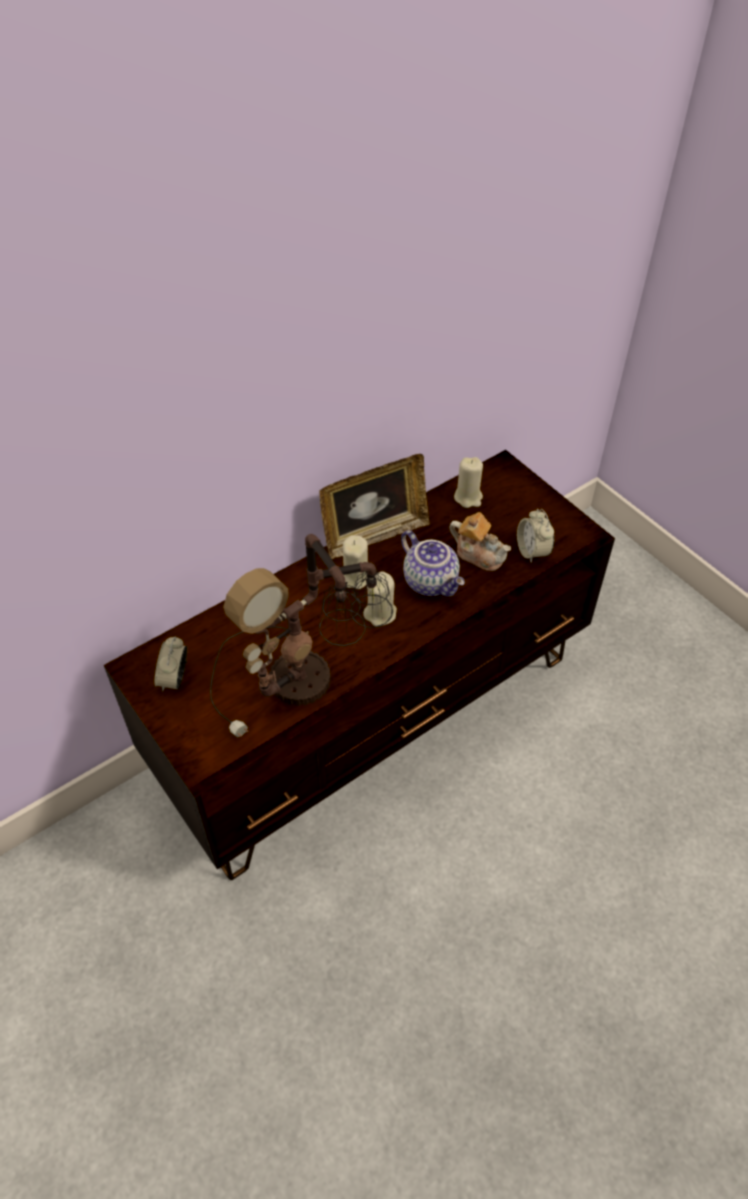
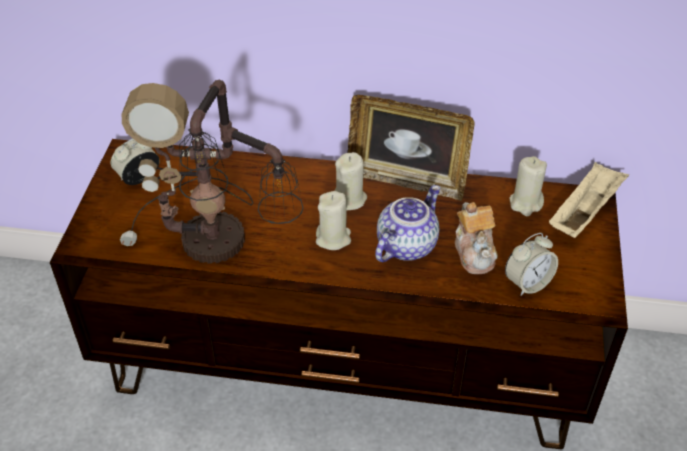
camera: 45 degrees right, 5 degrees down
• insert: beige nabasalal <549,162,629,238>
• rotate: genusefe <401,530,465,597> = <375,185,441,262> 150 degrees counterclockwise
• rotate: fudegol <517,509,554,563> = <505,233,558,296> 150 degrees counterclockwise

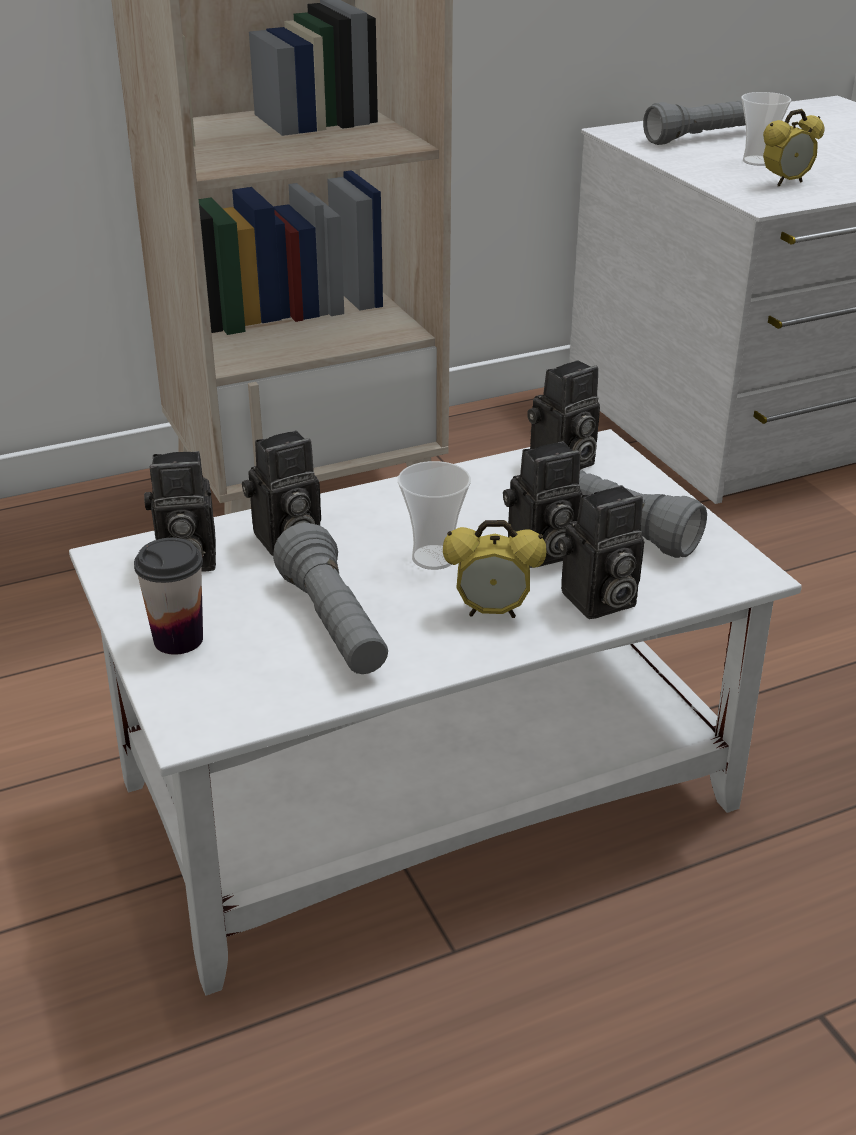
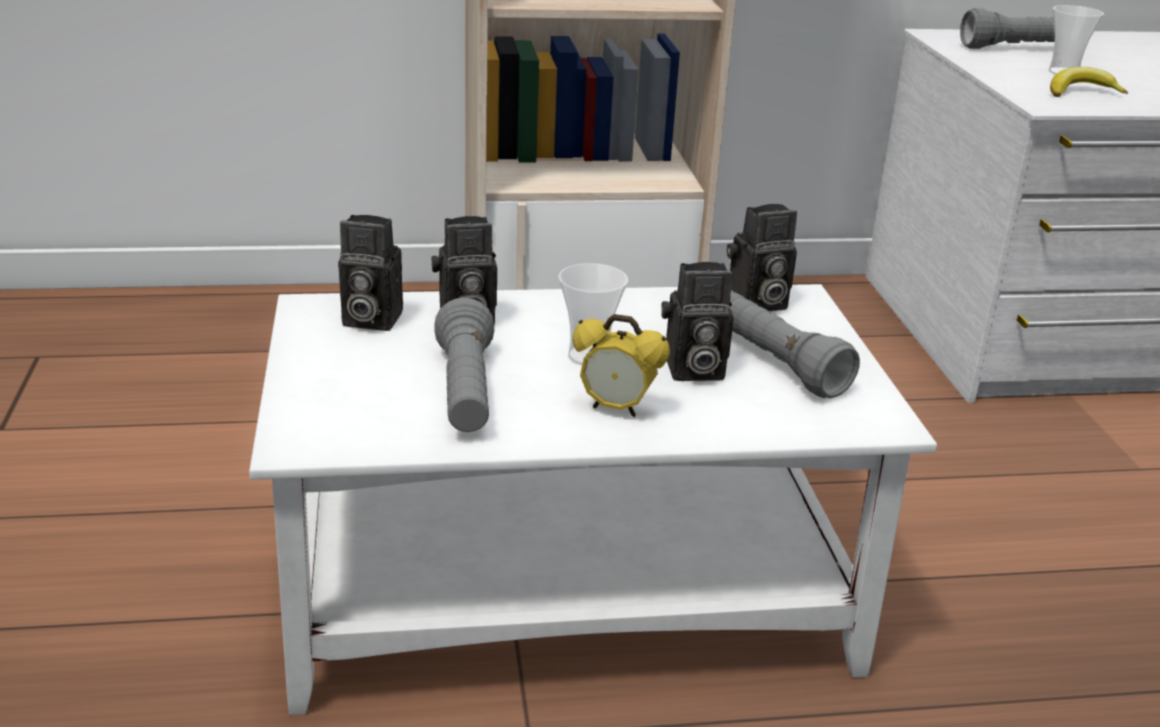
camera: 15 degrees right, 5 degrees down
• delete: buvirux <134,538,203,655>
• delete: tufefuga <558,485,644,619>
• replace: fudegol <763,109,824,186> to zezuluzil <1050,67,1128,97>

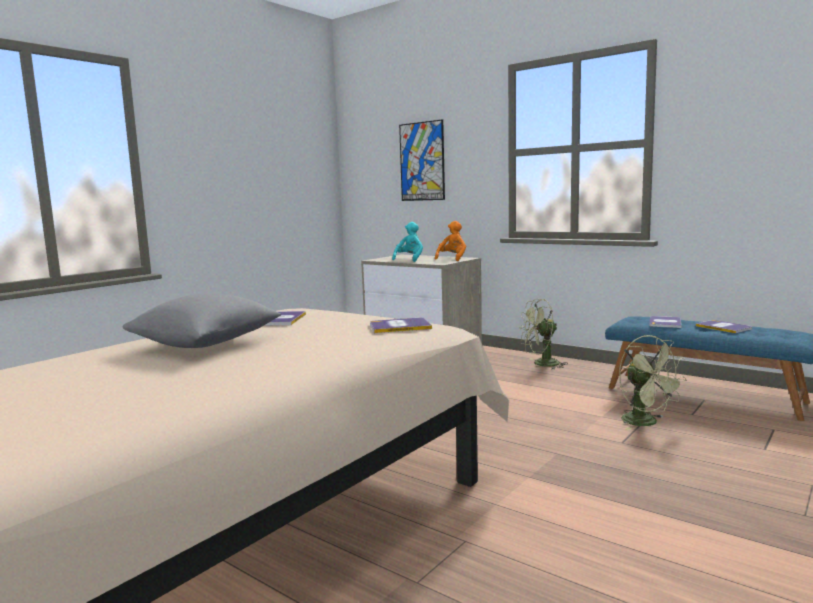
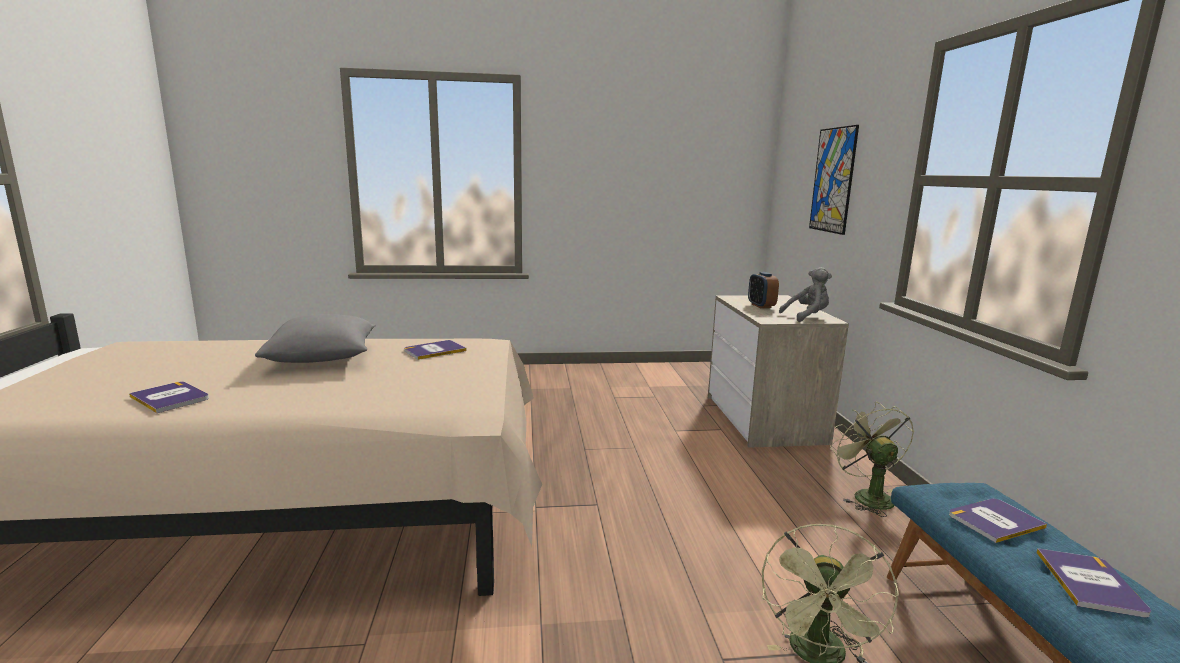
camera: 45 degrees right, 5 degrees up
• move: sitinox <370,318,432,333> to <129,382,209,413>
• replace: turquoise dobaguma <392,222,423,262> to fudegol <748,272,779,308>
• recolor: orange dobaguma <435,221,466,261> to grey dobaguma <779,267,832,322>
• rotate: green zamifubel <519,299,567,370> = <830,402,914,517> 45 degrees clockwise

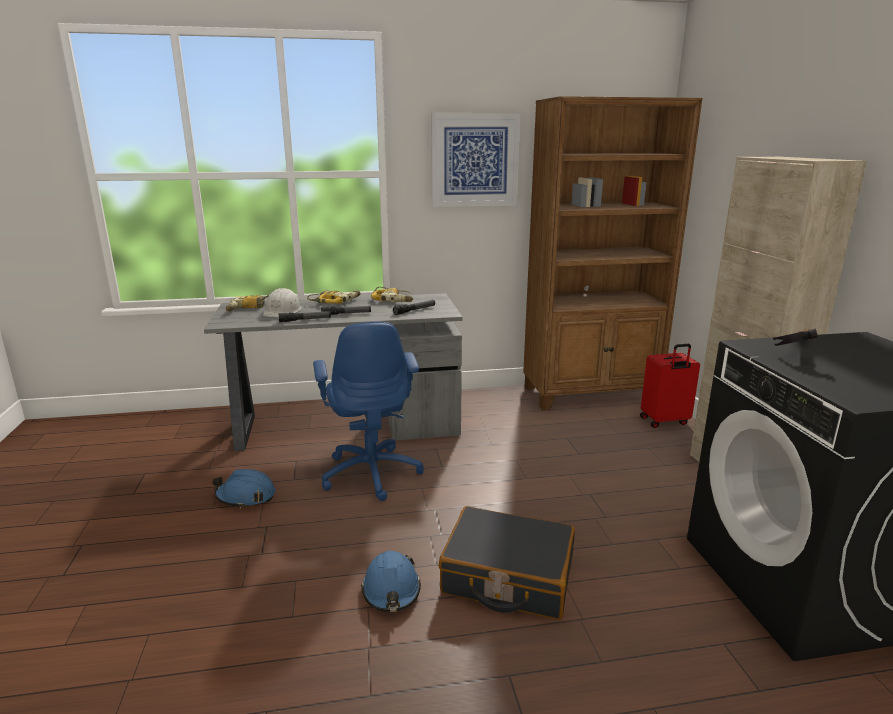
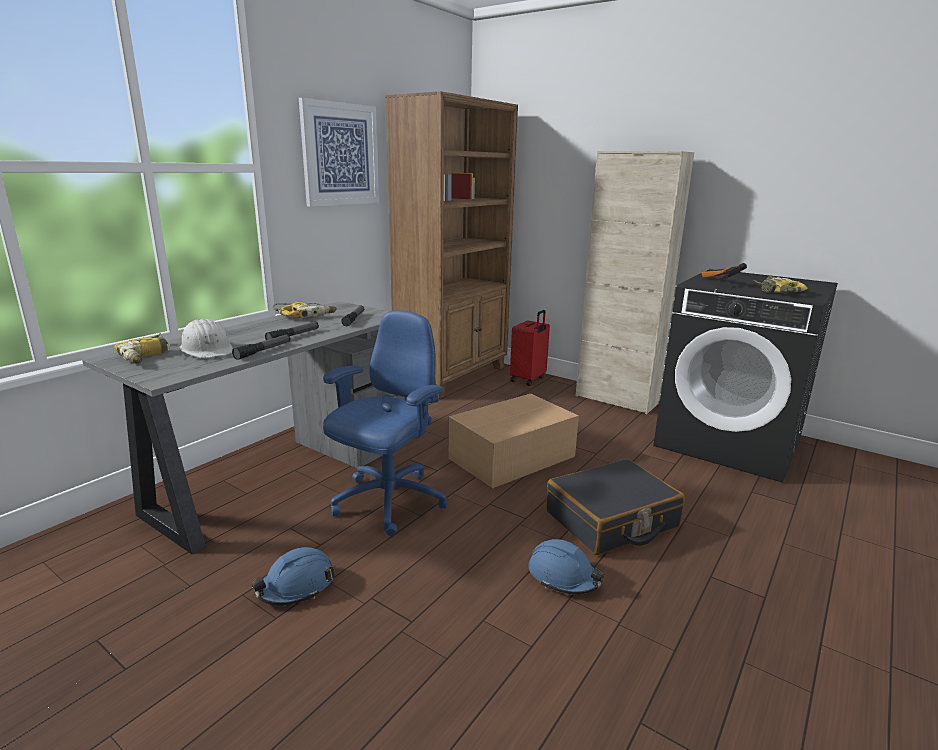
camera: 45 degrees left, 0 degrees up
• insert: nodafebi <448,394,579,489>
• move: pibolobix <307,290,360,304> to <753,276,808,293>
• rotate: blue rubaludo <313,322,424,501> = <323,310,448,536> 90 degrees counterclockwise

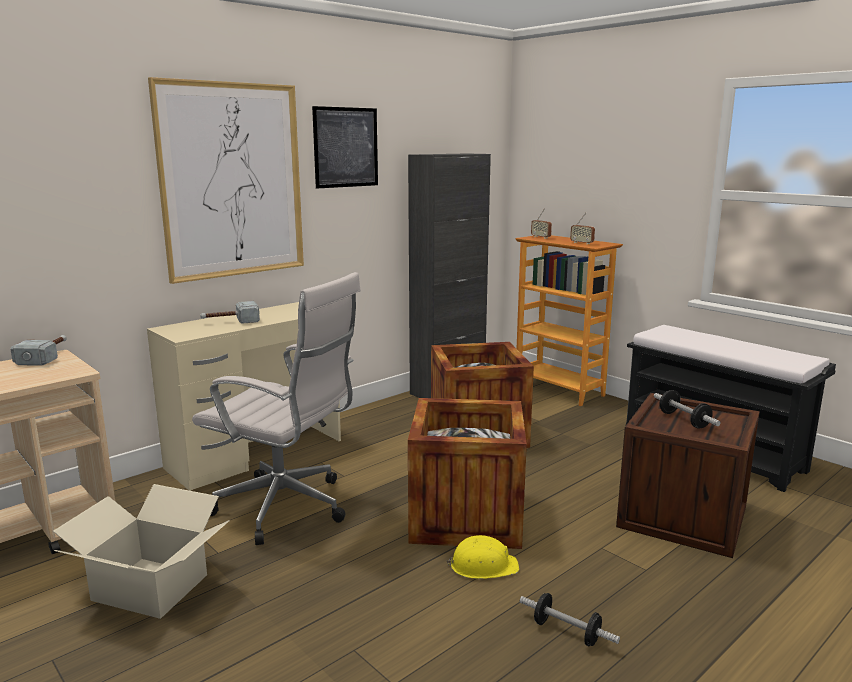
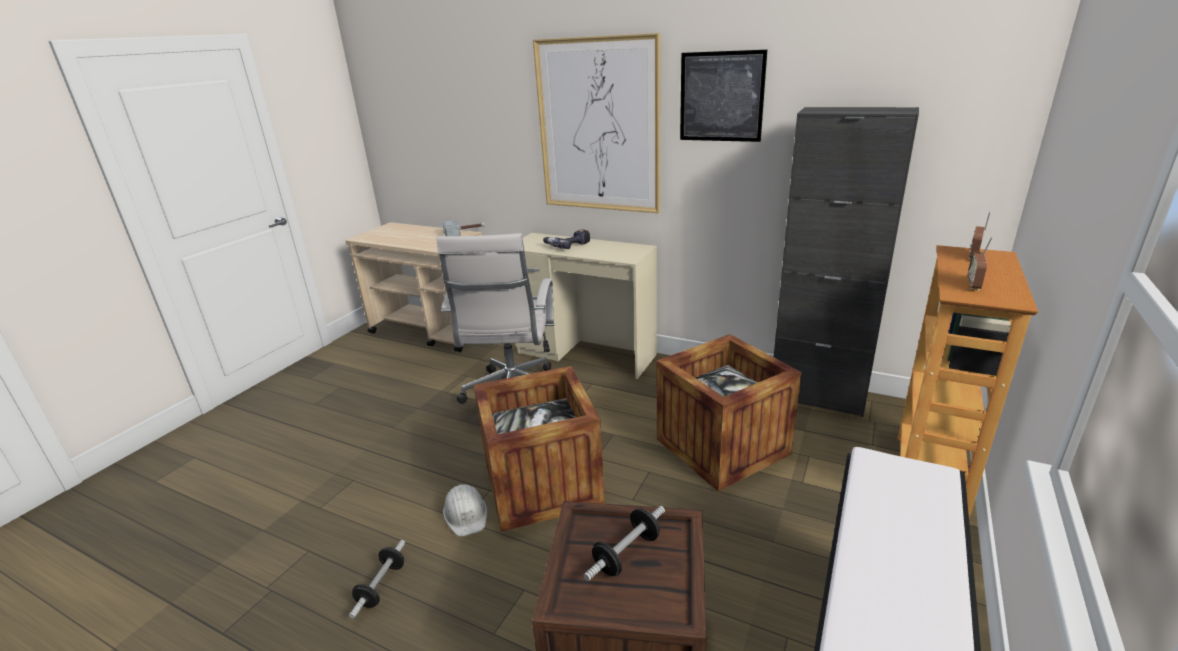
camera: 70 degrees right, 10 degrees up
• delete: nodafebi <53,484,230,619>
• replace: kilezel <200,301,260,324> to pibolobix <543,229,590,249>
• recolor: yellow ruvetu <446,535,519,579> to white ruvetu <443,484,487,537>

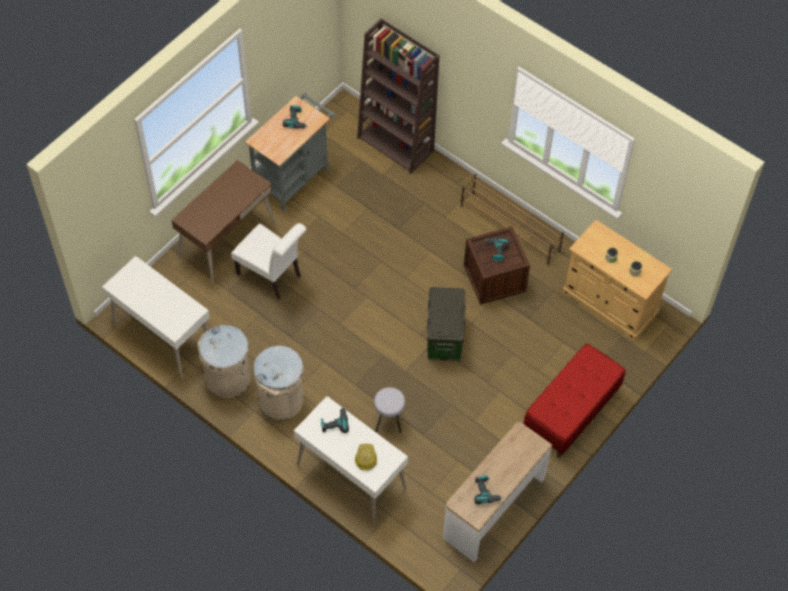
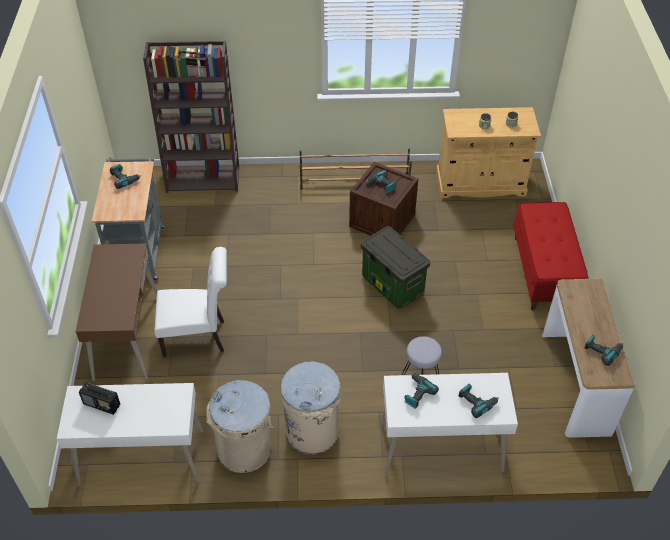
camera: 40 degrees left, 10 degrees down
• insert: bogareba <79,382,120,415>
• replace: ruvetu <355,443,377,471> to pibolobix <459,384,499,418>

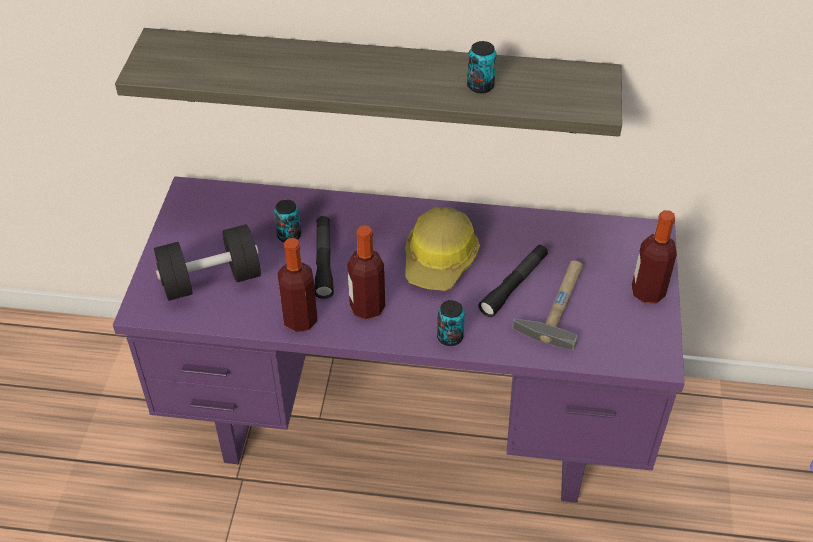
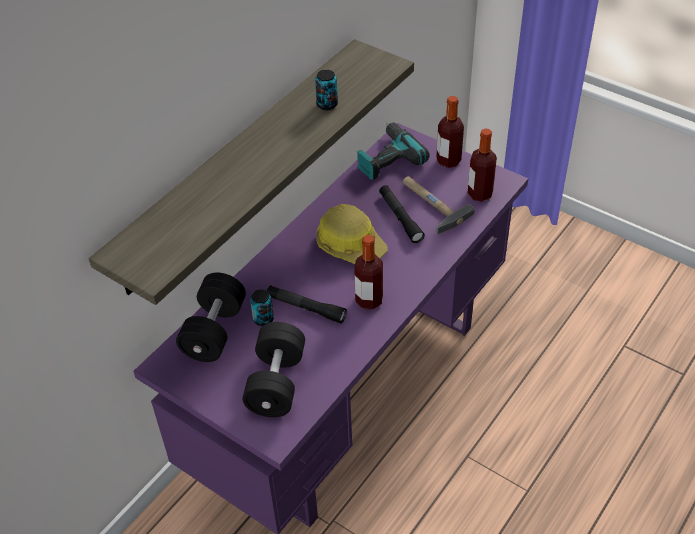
camera: 60 degrees left, 0 degrees up
• delete: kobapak <437,300,465,346>
• insert: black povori <176,273,246,362>
• insert: pibolobix <357,123,429,180>
• move: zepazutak <278,238,318,332> to <467,128,497,202>

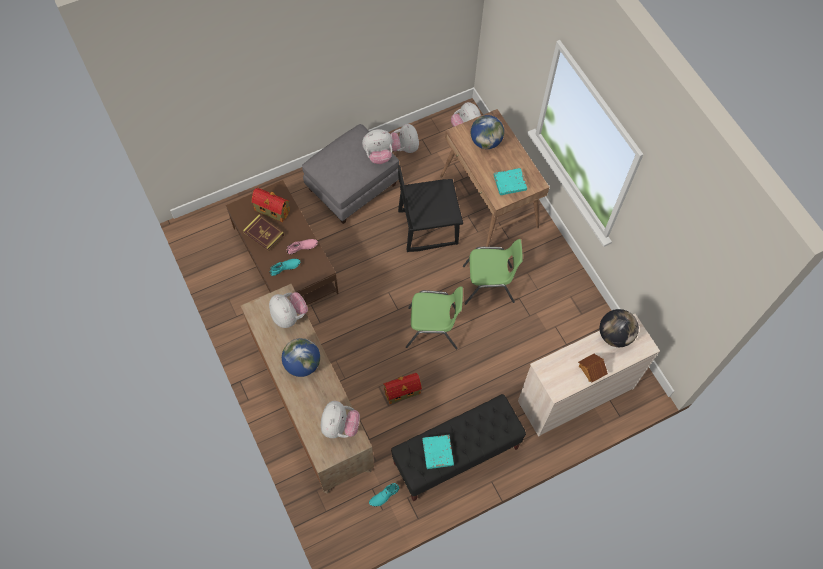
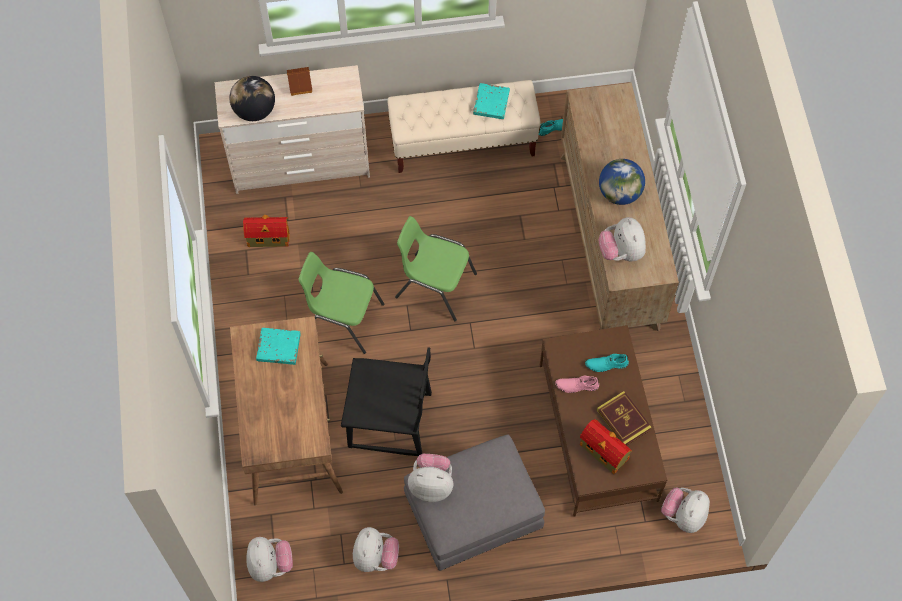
camera: 160 degrees left, 0 degrees up
• delete: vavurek <471,115,504,149>
• move: dobaguma <321,401,360,438> to <661,487,710,533>
• move: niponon <383,373,422,404> to <243,215,290,247>
• recolor: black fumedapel <391,394,526,501> to beige fumedapel <388,80,541,173>

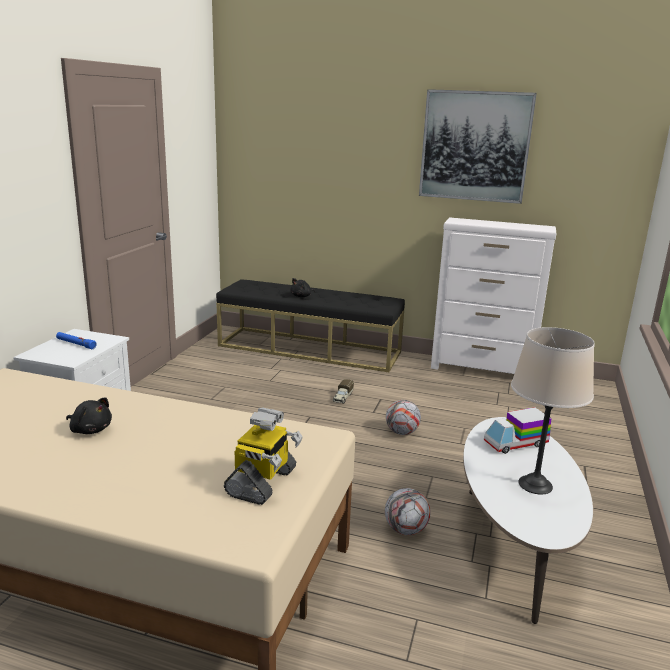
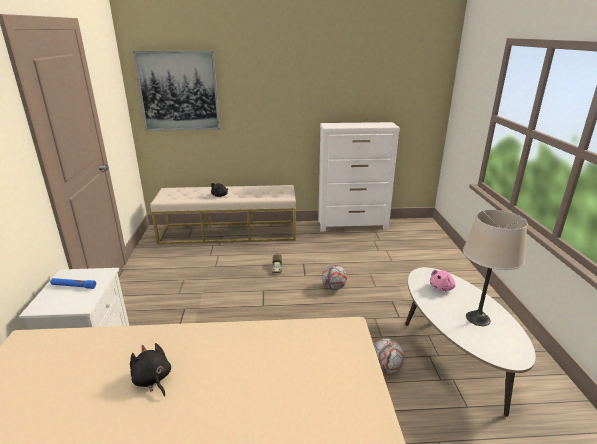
camera: 20 degrees left, 5 degrees up
• delete: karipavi <224,407,303,505>
• move: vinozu <419,89,537,204> to <133,51,220,131>
• replace: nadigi <484,407,551,454> to pink dobaguma <430,270,456,291>
• recolor: black fumedapel <216,279,405,372> to beige fumedapel <150,185,296,245>
• rotate: black dobaguma <66,397,112,434> = <130,343,171,397> 135 degrees counterclockwise

